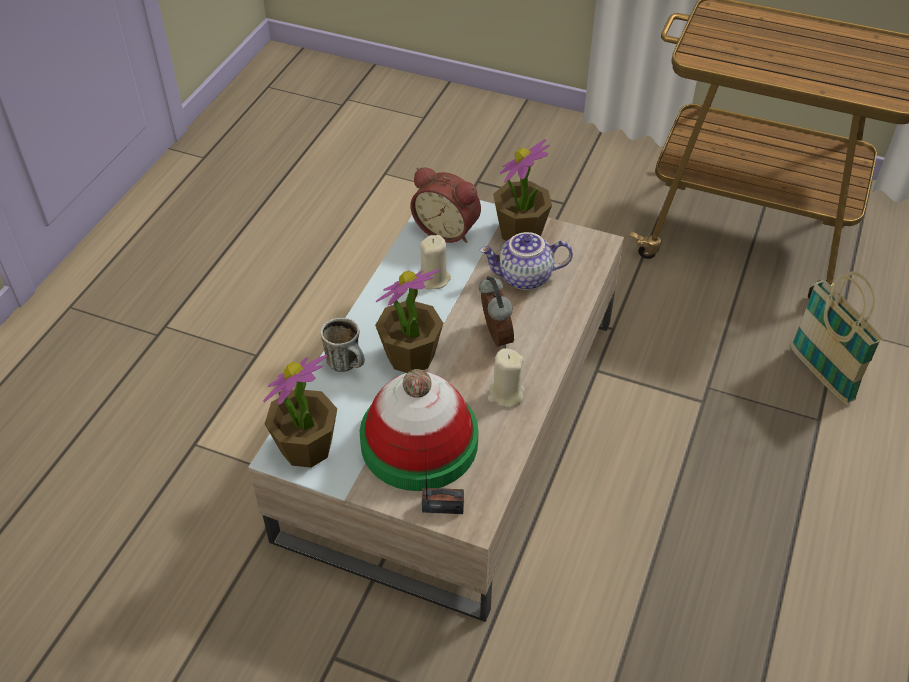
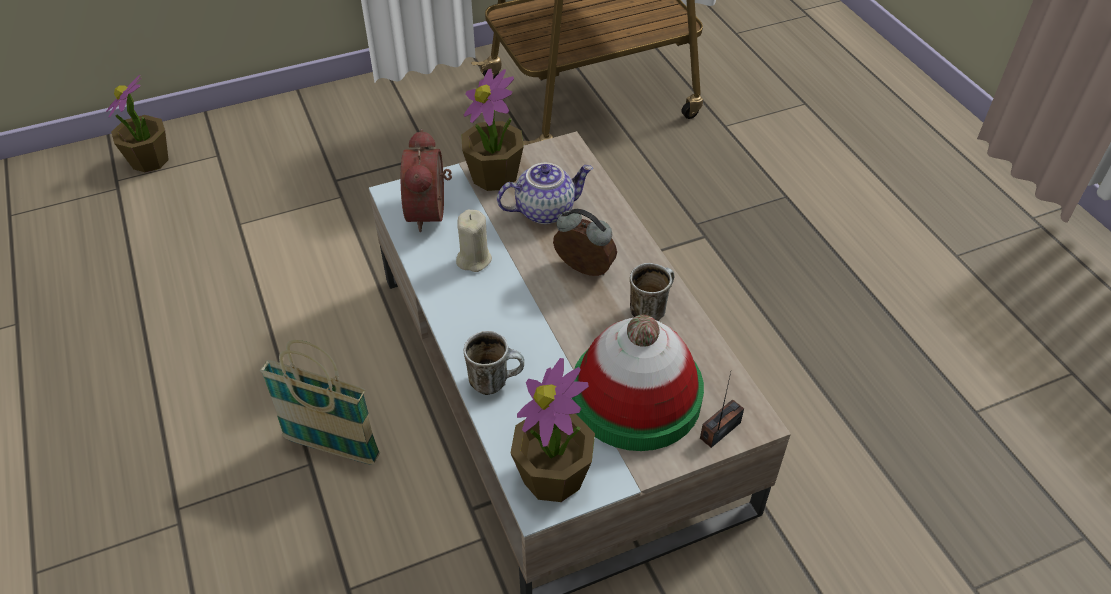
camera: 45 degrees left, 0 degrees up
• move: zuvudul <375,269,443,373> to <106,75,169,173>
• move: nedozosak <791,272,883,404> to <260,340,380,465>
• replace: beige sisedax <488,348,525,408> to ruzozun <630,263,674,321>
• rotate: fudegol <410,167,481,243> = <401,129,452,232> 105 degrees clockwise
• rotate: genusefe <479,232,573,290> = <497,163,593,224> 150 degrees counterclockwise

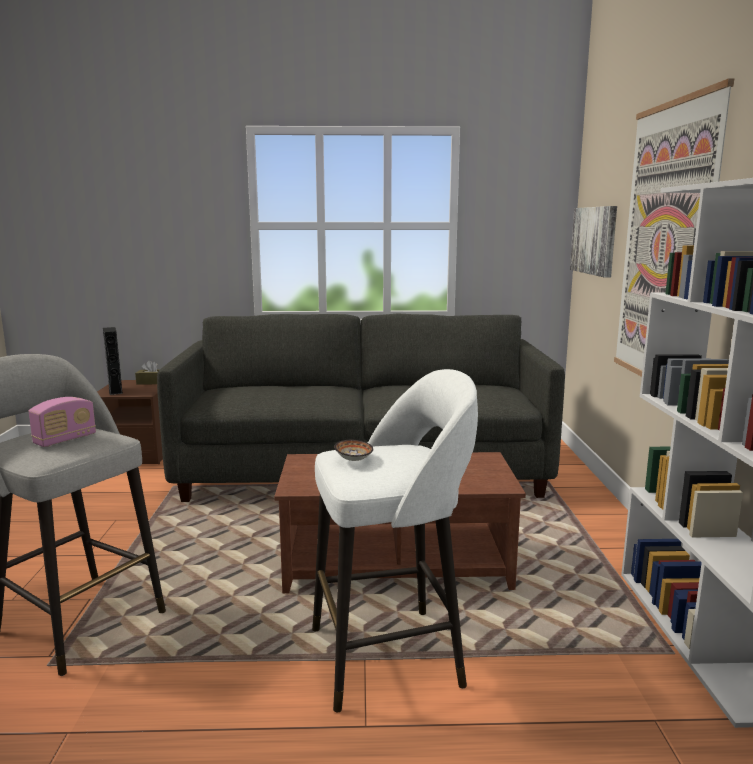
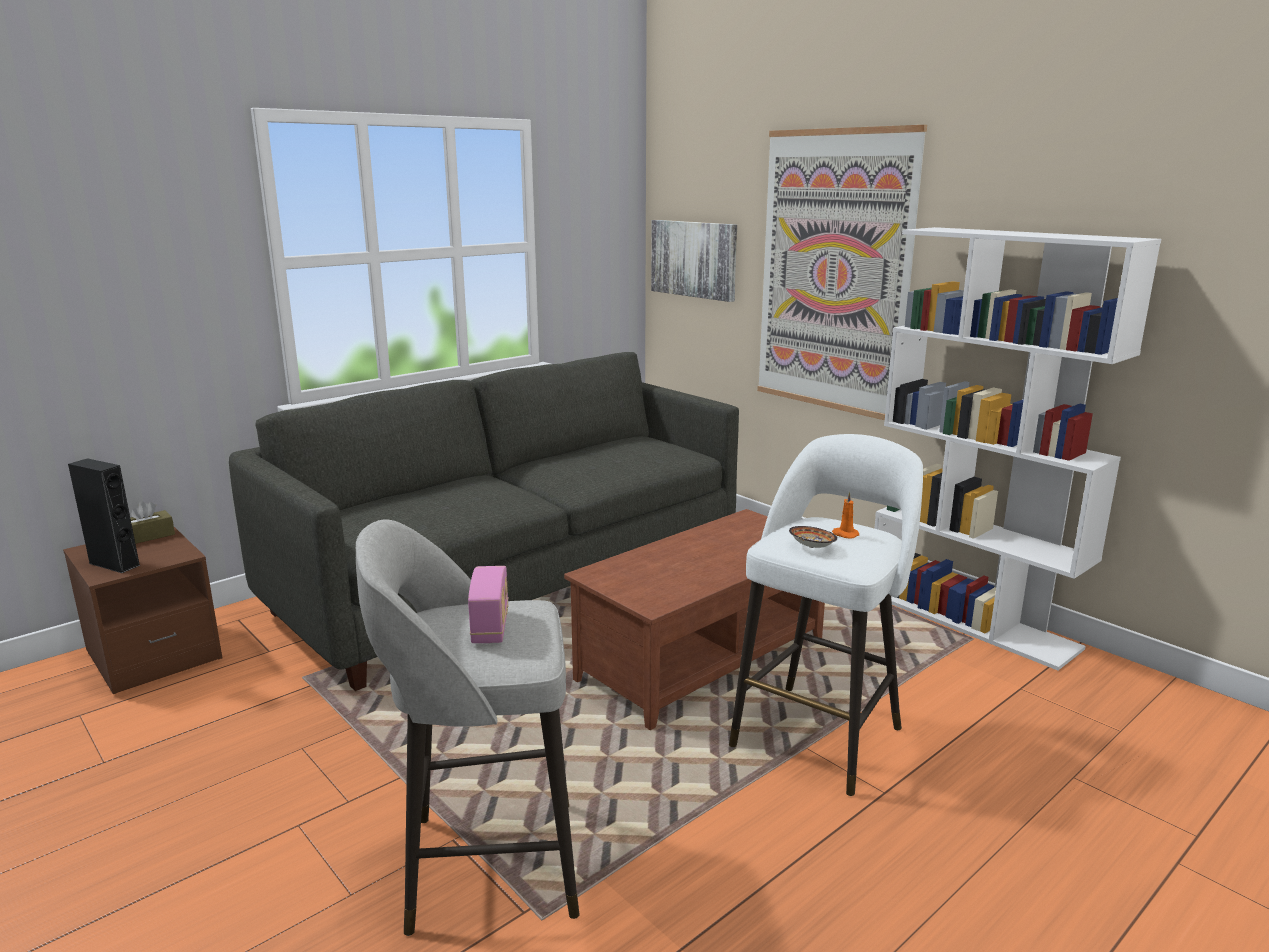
camera: 40 degrees left, 5 degrees up
• insert: orange sisedax <832,492,859,539>

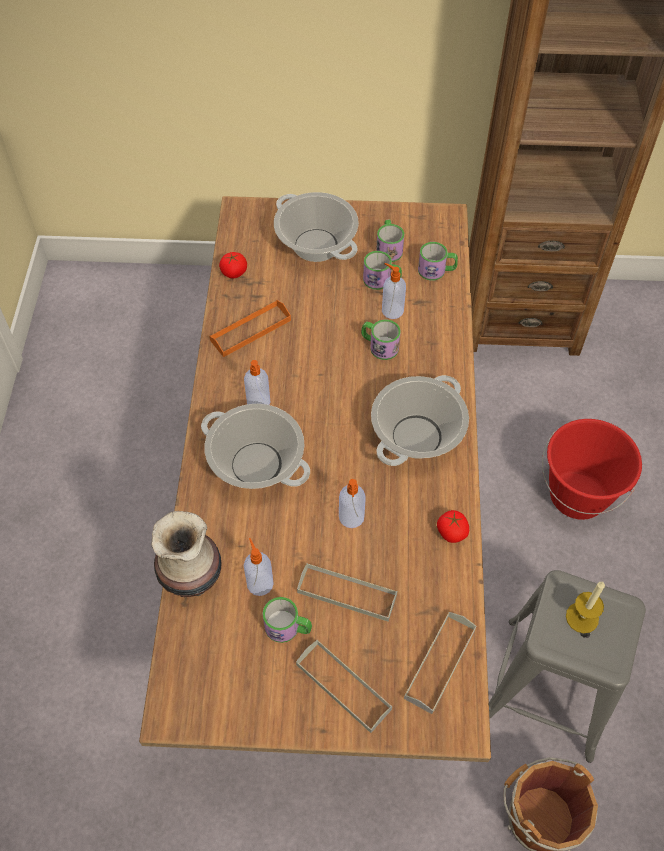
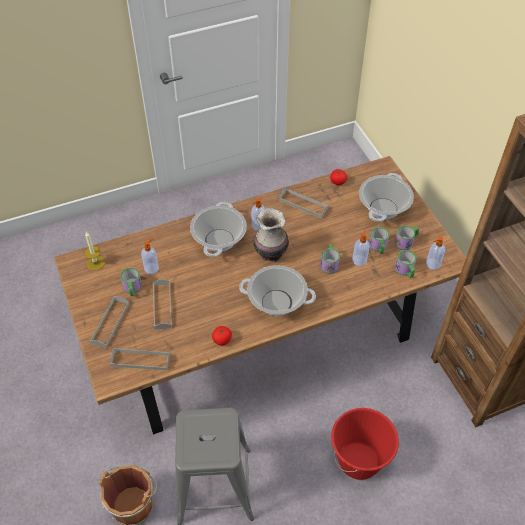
camera: 65 degrees right, 5 degrees down
• move: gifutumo <151,511,221,597> to <253,207,289,262>
• move: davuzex <339,479,366,528> to <426,237,445,270>
• move: sisedax <566,582,605,633> to <84,232,105,271>
• recolor: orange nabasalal <209,300,291,357> to grey nabasalal <279,188,329,218>

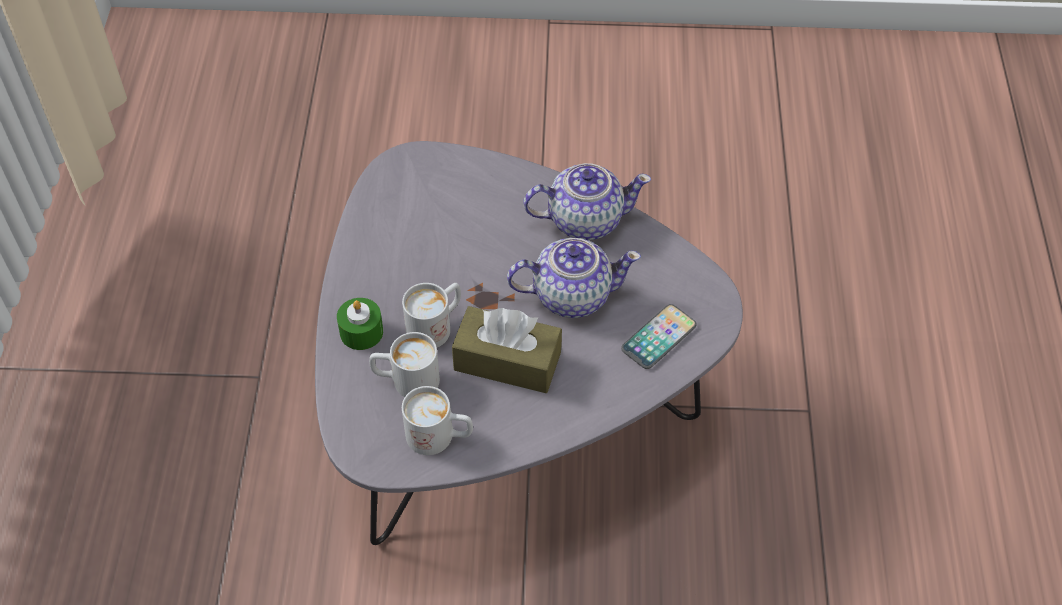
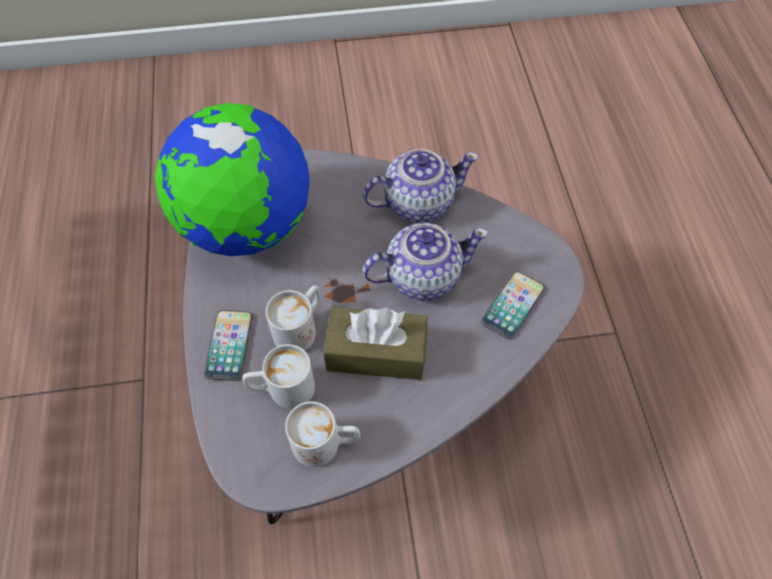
camera: 10 degrees left, 5 degrees up
• insert: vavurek <155,103,310,256>
• replace: green sisedax <337,298,383,350> to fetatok <204,310,253,381>

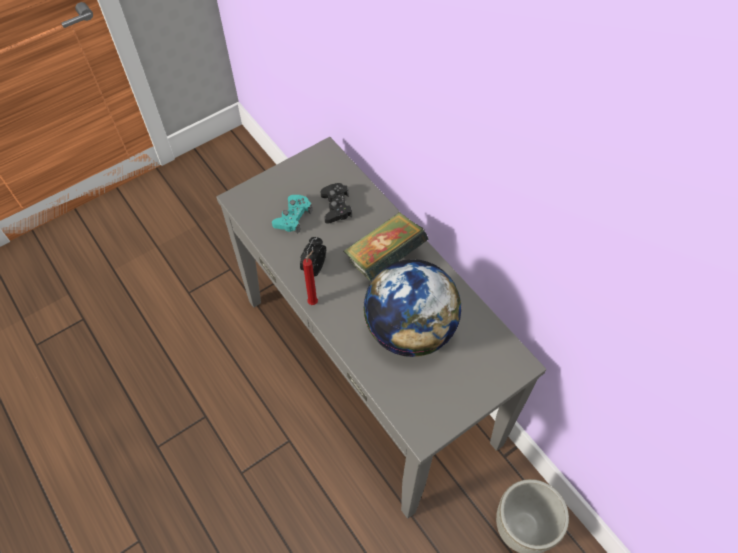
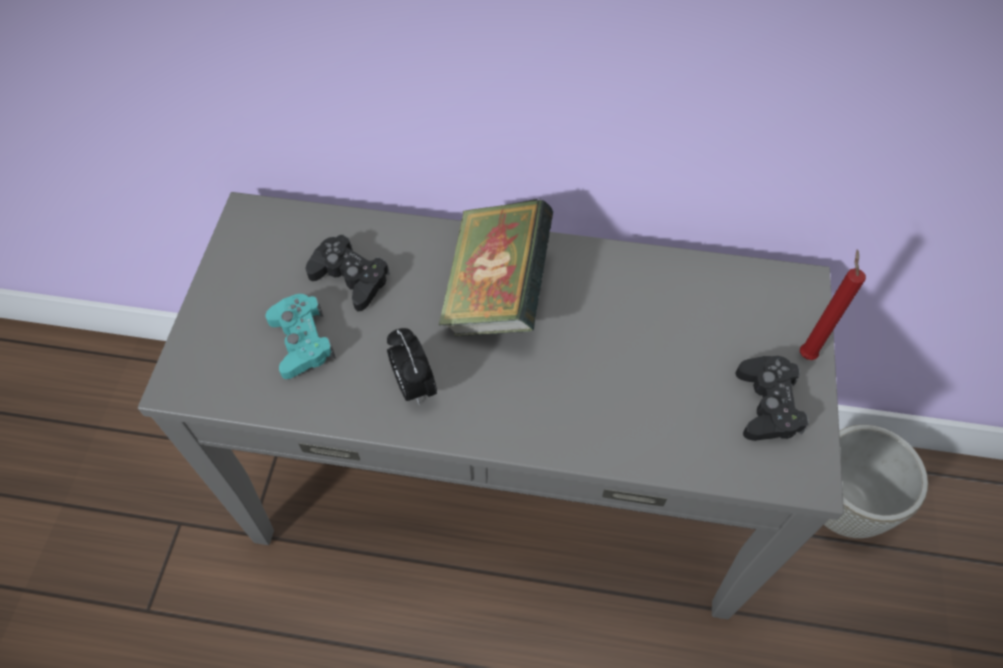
camera: 45 degrees left, 0 degrees up
• delete: vavurek <363,259,462,357>
• insert: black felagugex <736,356,809,441>
• move: red sisedax <303,251,318,305> to <800,250,866,360>

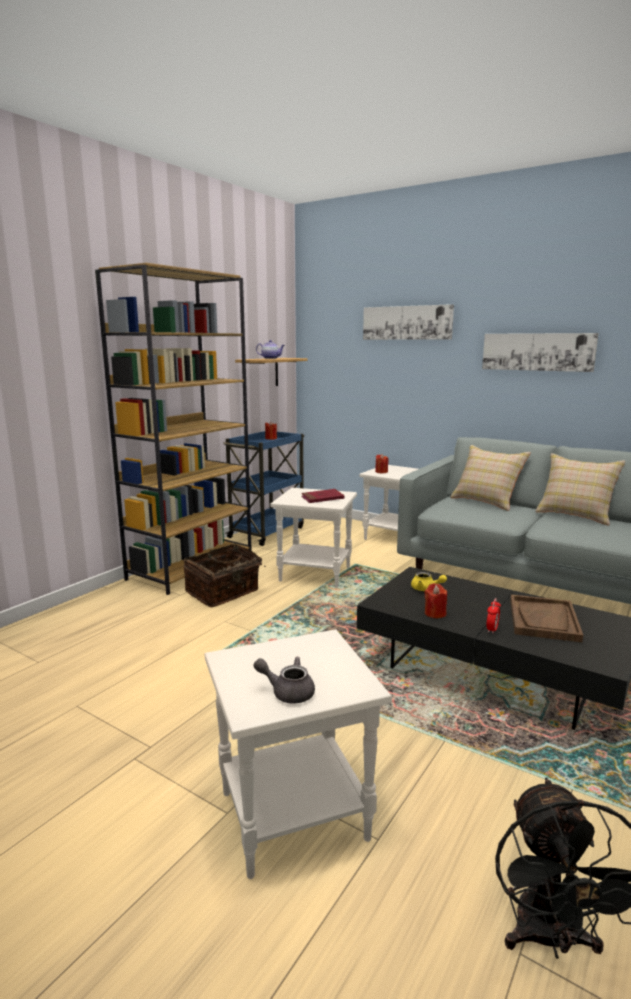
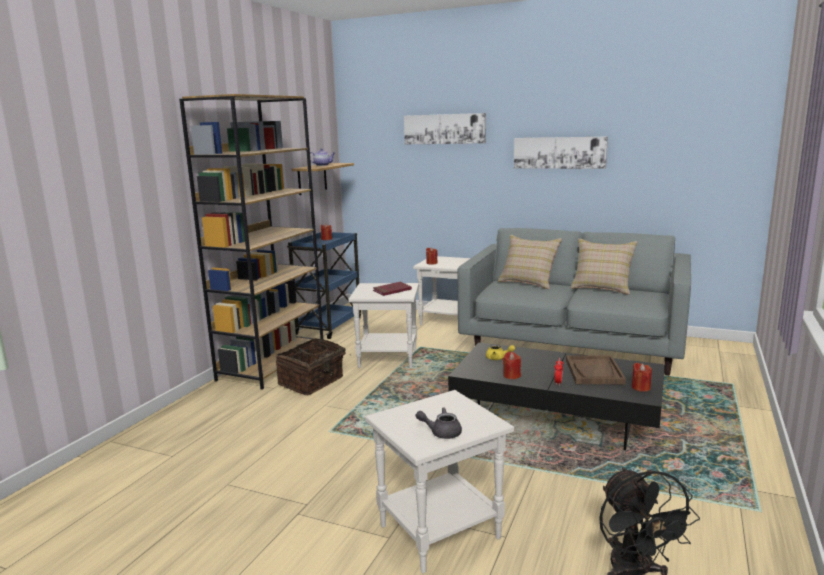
camera: 10 degrees left, 0 degrees up
• insert: red sisedax <632,363,652,392>

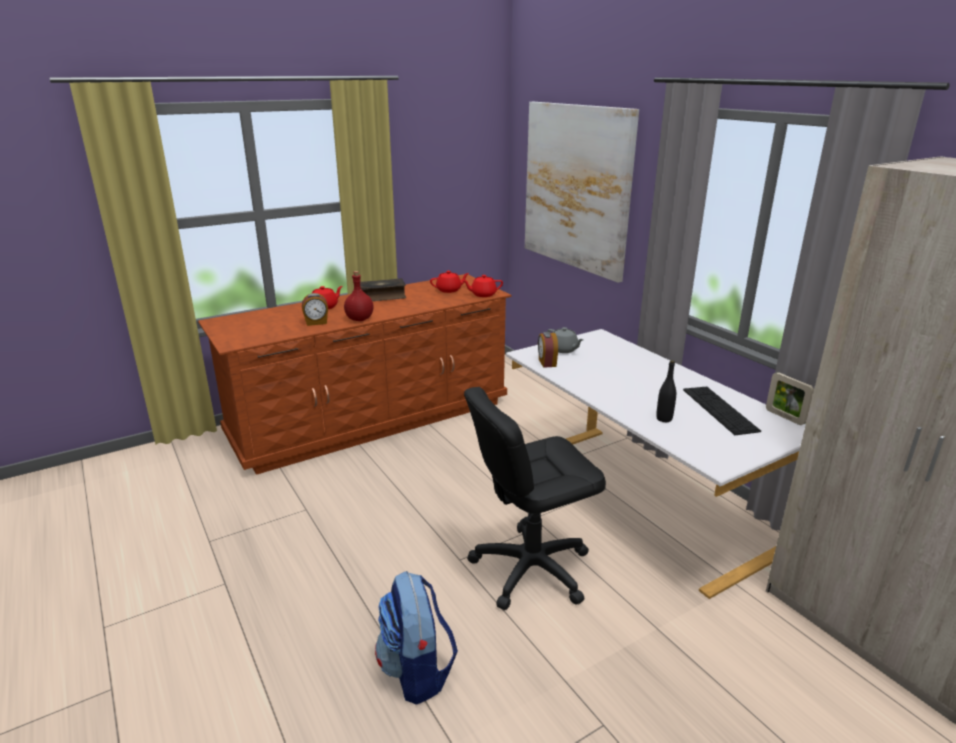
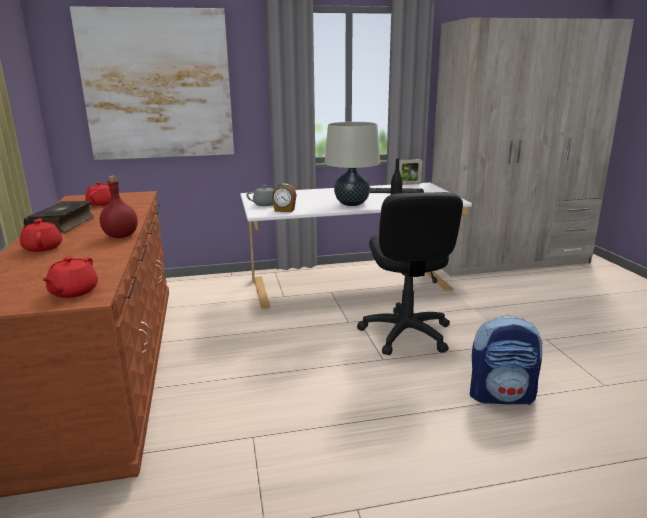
camera: 70 degrees left, 5 degrees down
• delete: fudegol <302,293,328,326>
• insert: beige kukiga <325,122,380,206>
• move: red genusefe <462,275,503,297> to <42,256,98,298>

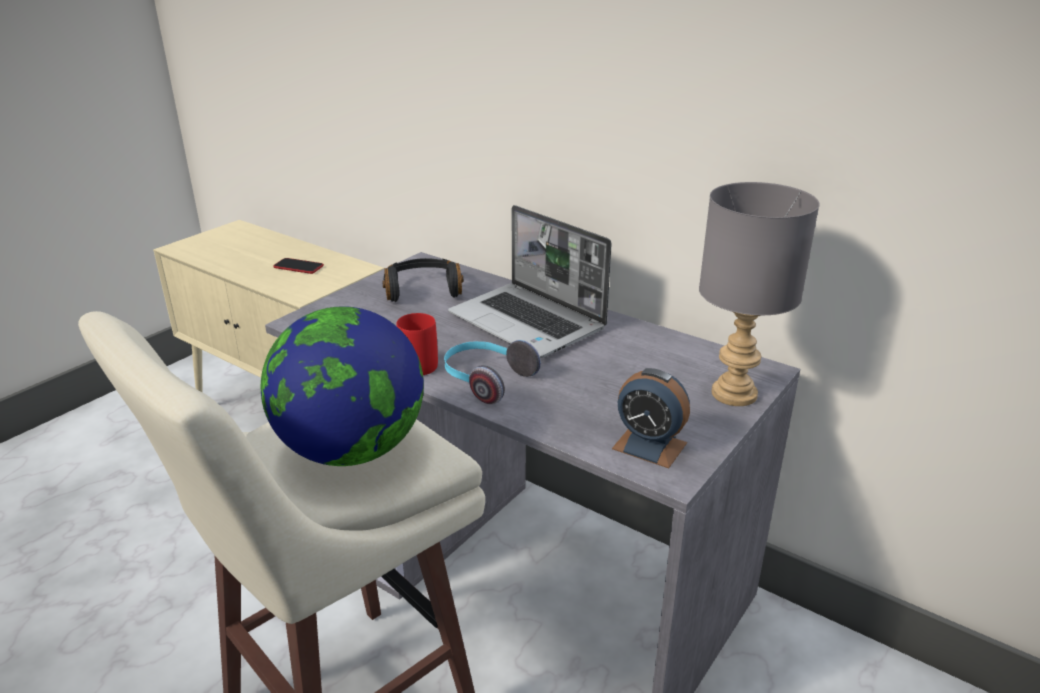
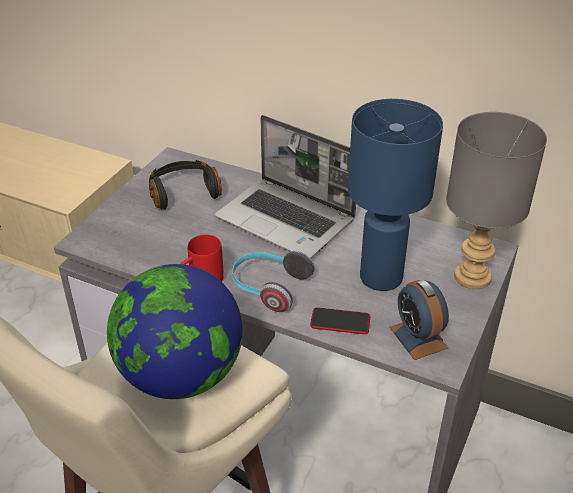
camera: 10 degrees left, 10 degrees up
• insert: blue kukiga <348,99,443,291>
• move: fetatok <273,258,324,274> to <310,307,370,334>
• rotate: fudegol <612,368,690,468> = <389,280,449,360> 45 degrees clockwise

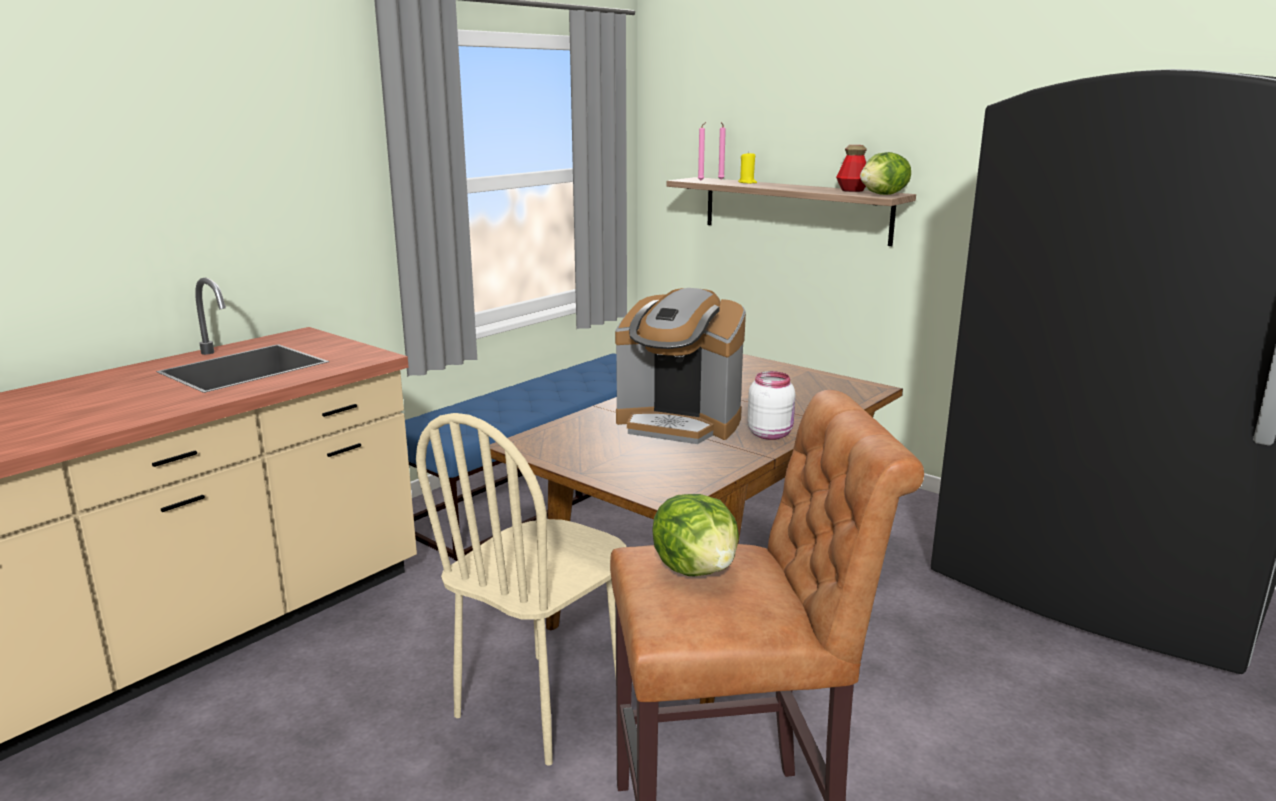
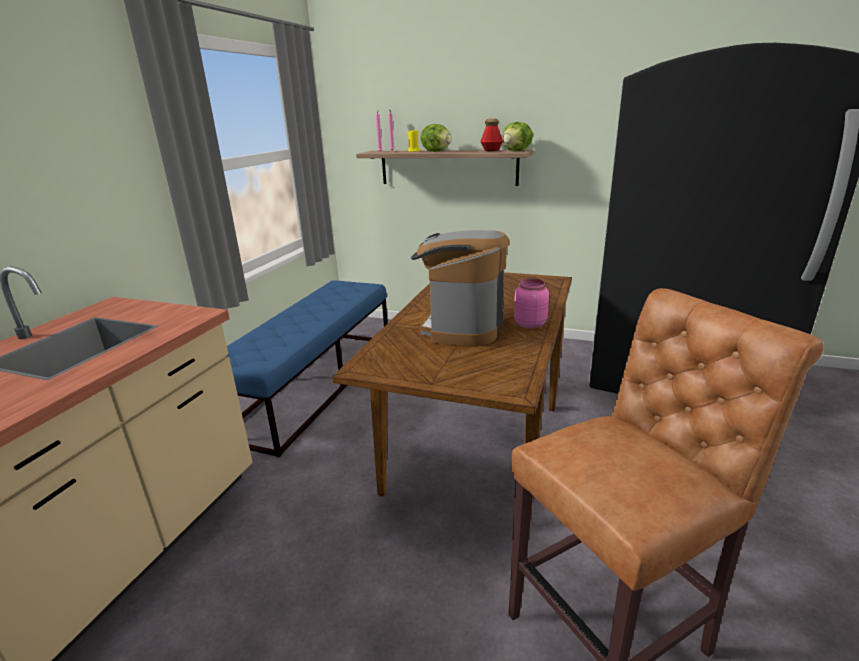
camera: 20 degrees left, 5 degrees up
• delete: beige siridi <416,413,627,766>
• move: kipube <652,494,739,576> to <421,124,452,152>
• recolor: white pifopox <748,371,795,440> to pink pifopox <514,279,549,329>
• rotate: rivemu <615,288,746,444> = <411,230,510,346> 105 degrees clockwise

